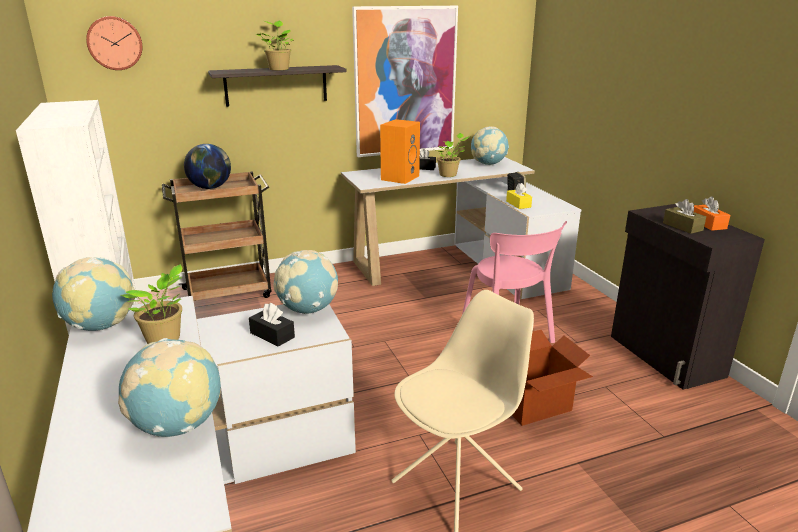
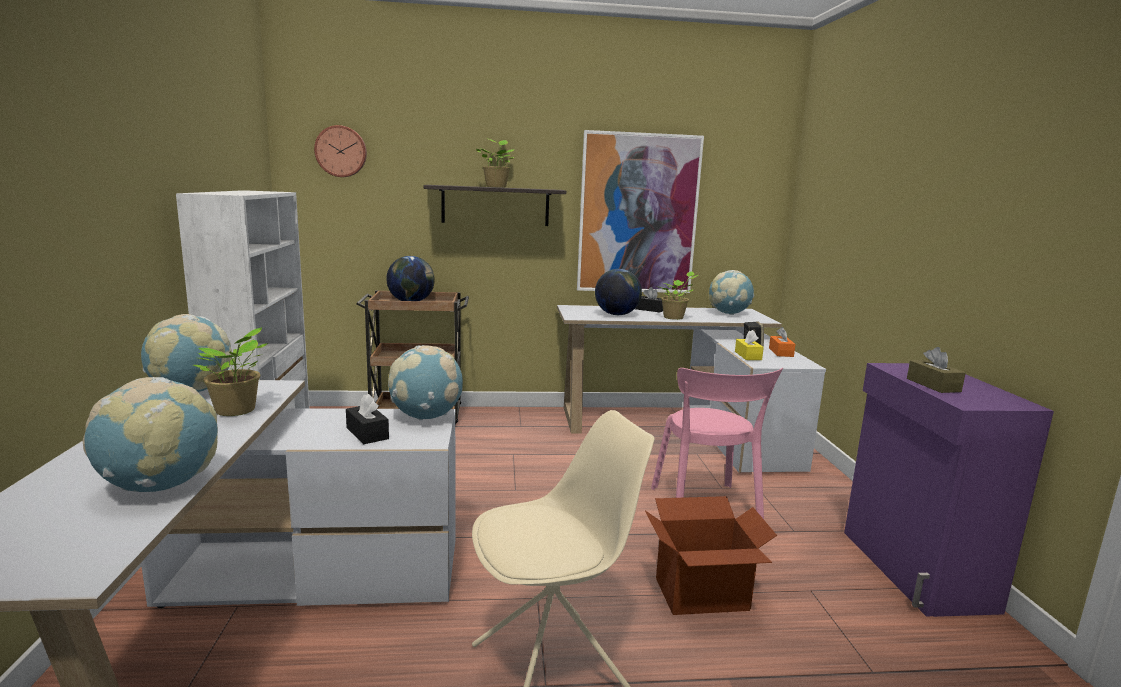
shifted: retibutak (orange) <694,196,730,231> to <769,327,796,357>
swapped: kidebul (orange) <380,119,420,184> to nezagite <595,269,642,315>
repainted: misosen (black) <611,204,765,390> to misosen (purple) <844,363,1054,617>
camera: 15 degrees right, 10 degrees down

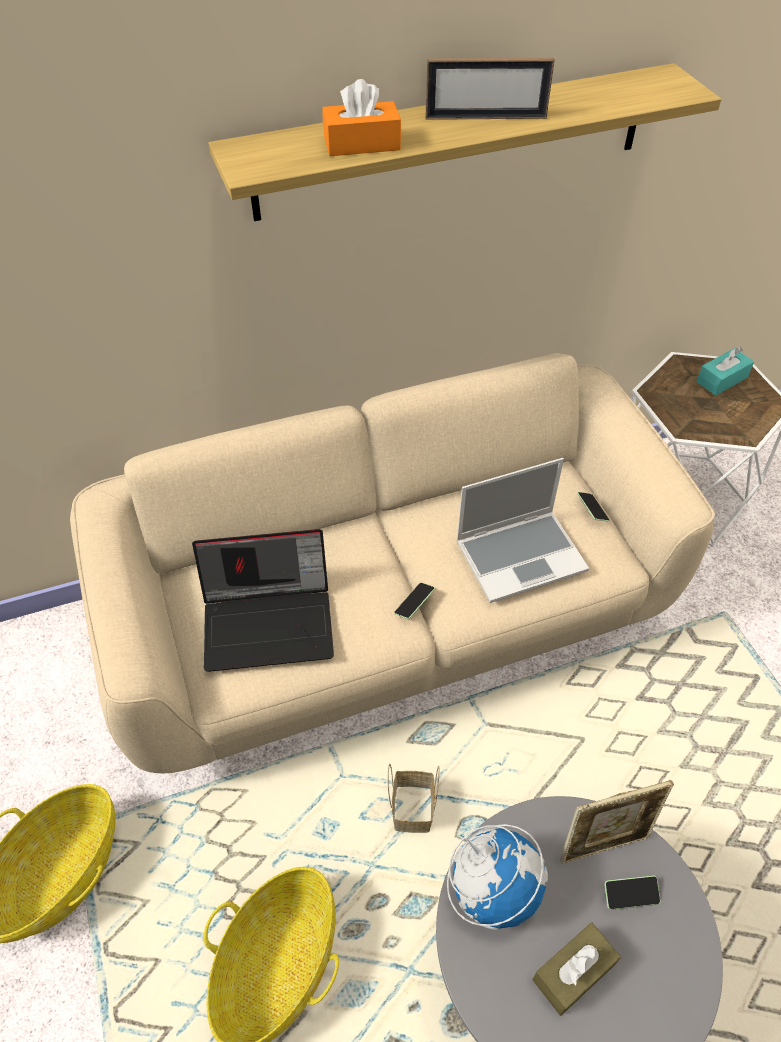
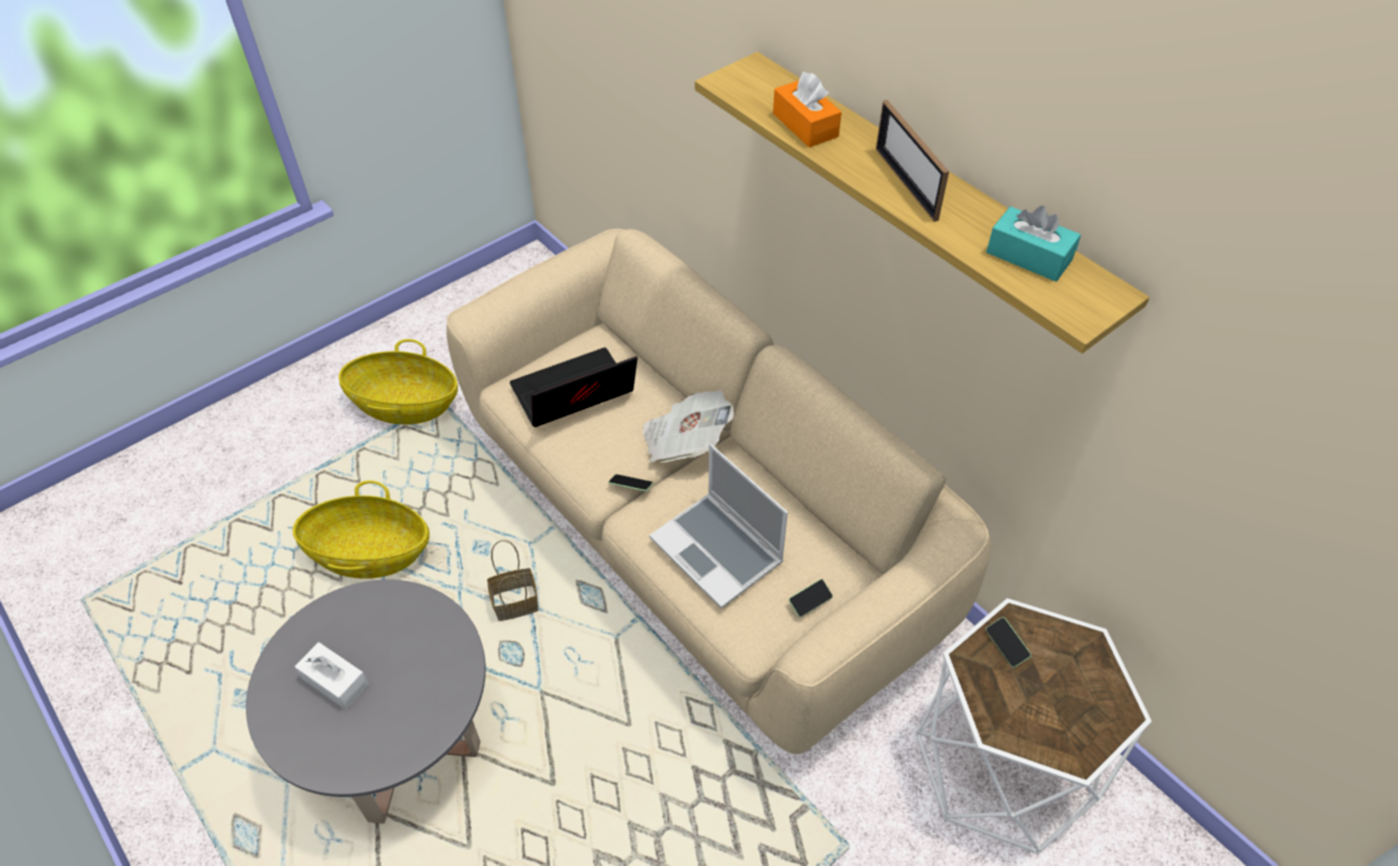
gone: nezagite <447,824,548,930>; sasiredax <560,780,674,864>
new: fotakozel <642,390,734,463>
shifted: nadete <605,875,661,910> to <985,617,1031,668>; retibutak (turquoise) <696,347,754,396> to <986,206,1081,282>
repainted: retibutak (brown) <533,922,621,1016> to retibutak (white) <295,642,369,709>
rotated: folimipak <192,529,334,672> = <510,347,638,427> 90 degrees clockwise
camera: 70 degrees right, 0 degrees up

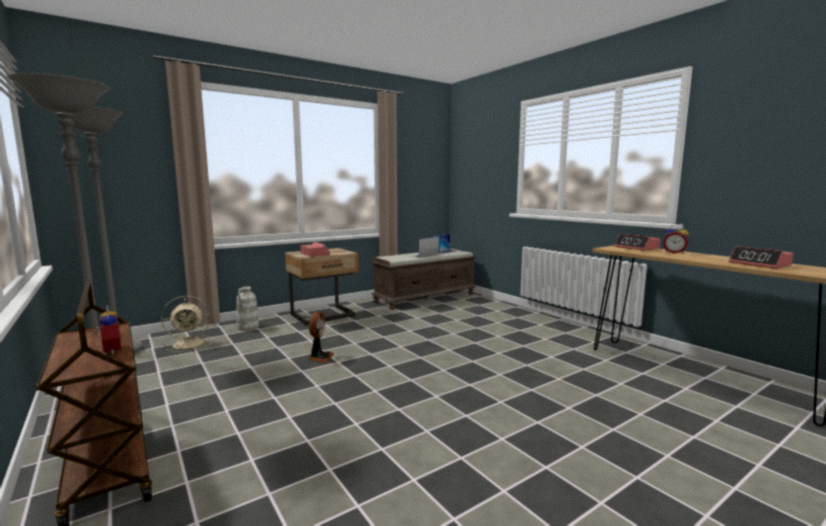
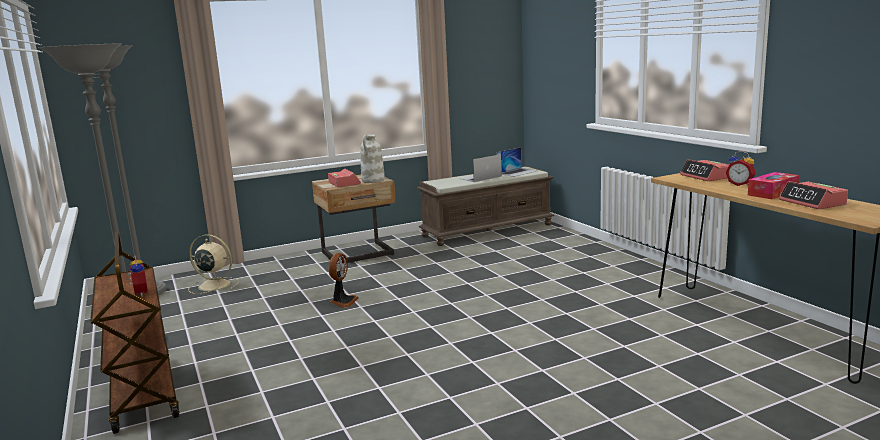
new: retibutak <748,172,799,199>
shifted: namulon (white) <236,287,259,330> to <360,135,385,183>
rotated: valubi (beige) <161,296,213,352> = <188,234,239,294> 150 degrees counterclockwise
camera: 10 degrees right, 5 degrees up

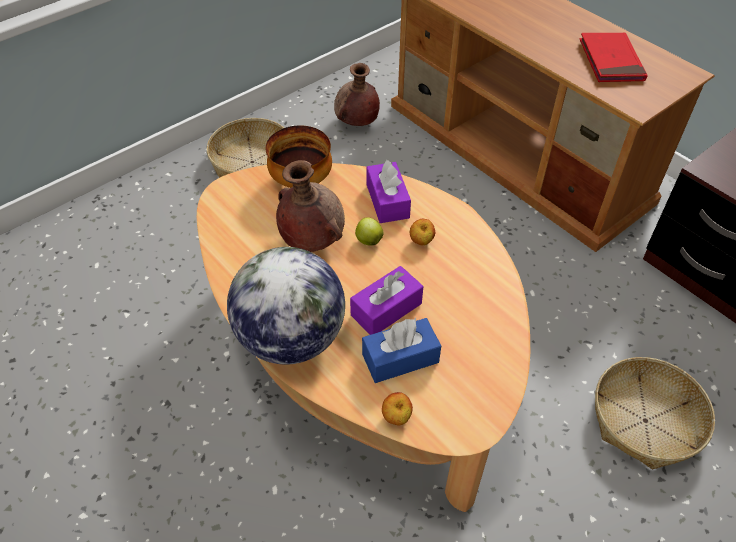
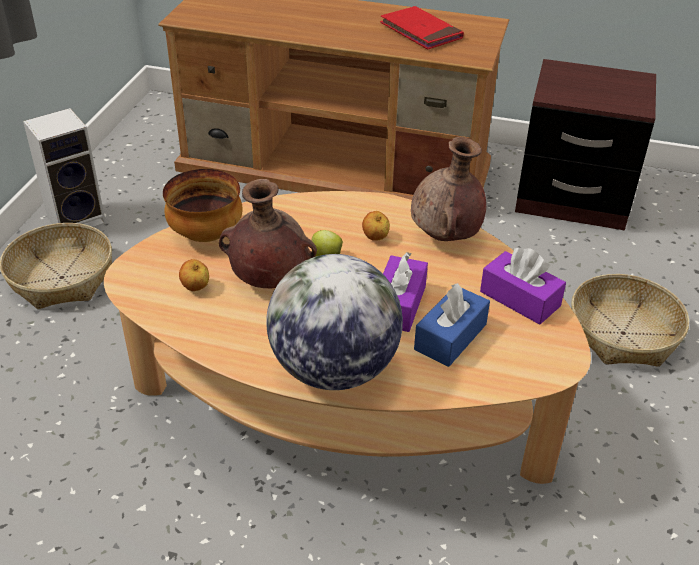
new: kidebul <23,108,106,228>
shifted: namulon (brown) <334,63,380,126> to <411,137,486,241>; retibutak (purple) <366,160,411,223> to <480,248,566,325>; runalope <382,392,413,425> to <179,259,209,291>
camera: 35 degrees left, 10 degrees down

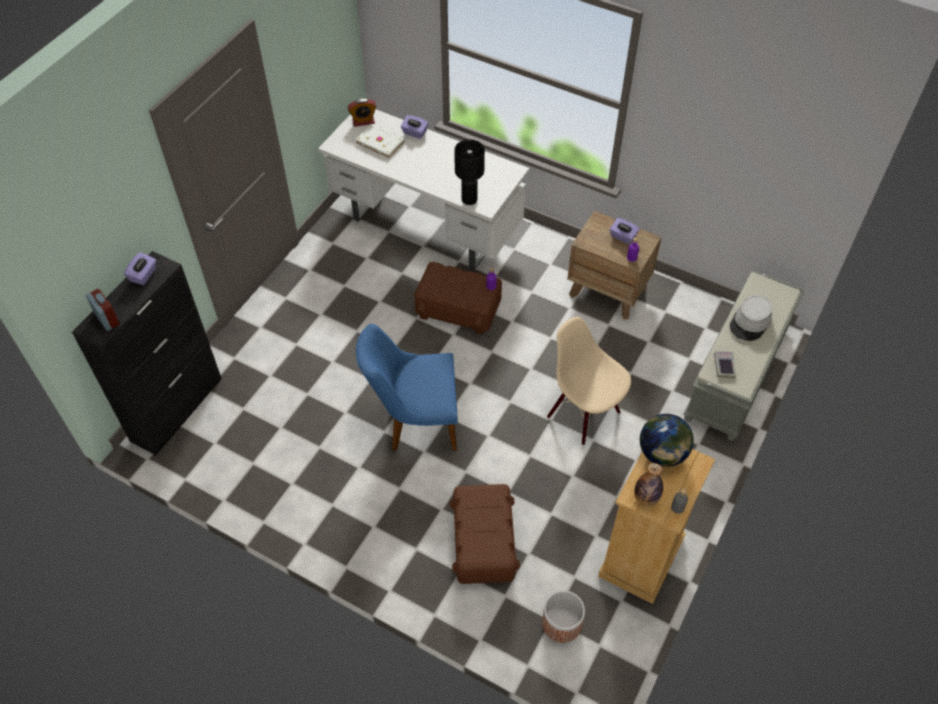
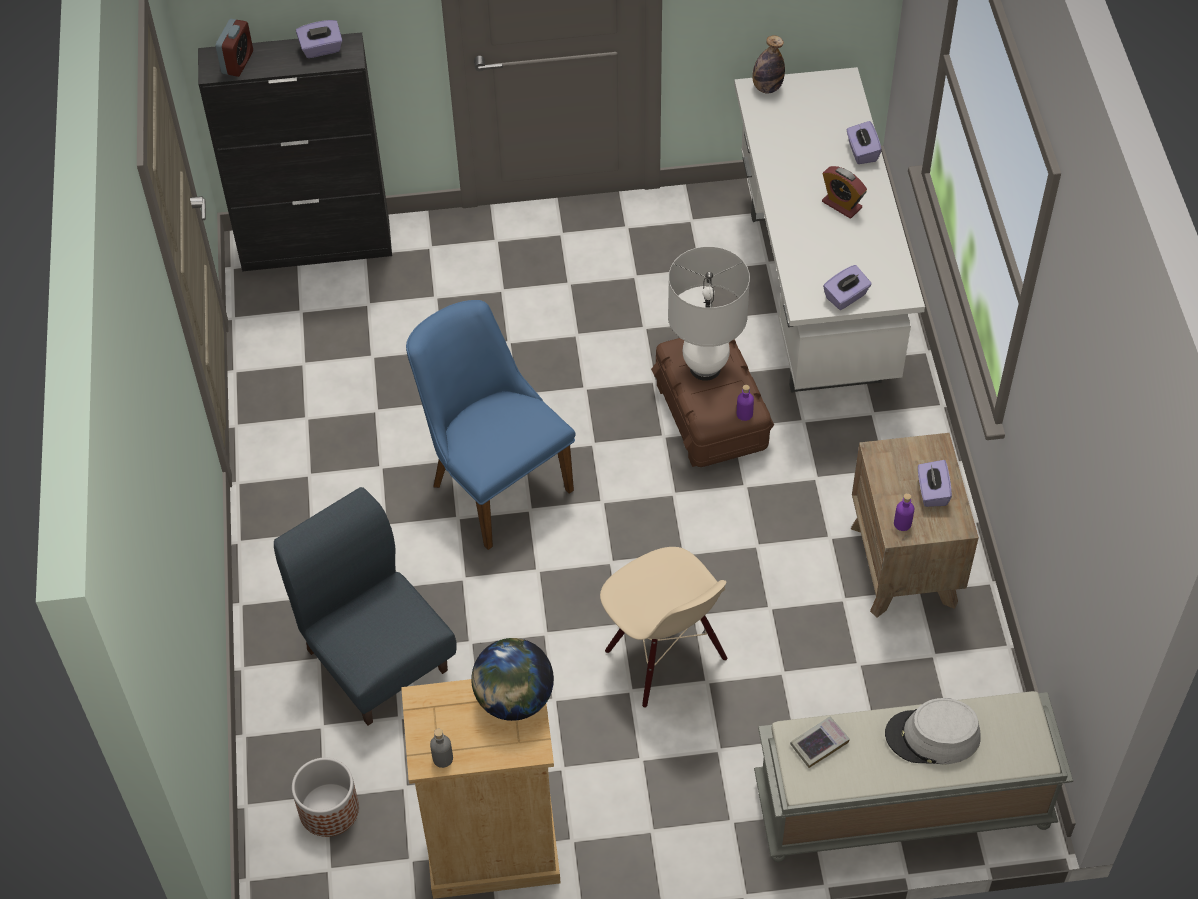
gone: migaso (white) <355,124,405,159>; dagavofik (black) <454,139,485,205>
new: dagavofik (white) <668,246,750,381>; retibutak (purple) <823,265,872,310>
shifted: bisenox <348,99,376,127> to <822,166,867,219>; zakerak <634,463,663,506> to <752,35,785,94>
swapped: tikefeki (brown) <449,484,520,584> to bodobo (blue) <274,487,457,725>
rotated: bodobo (beige) <547,317,631,445> = <600,547,728,708> 135 degrees clockwise
camera: 55 degrees right, 0 degrees up

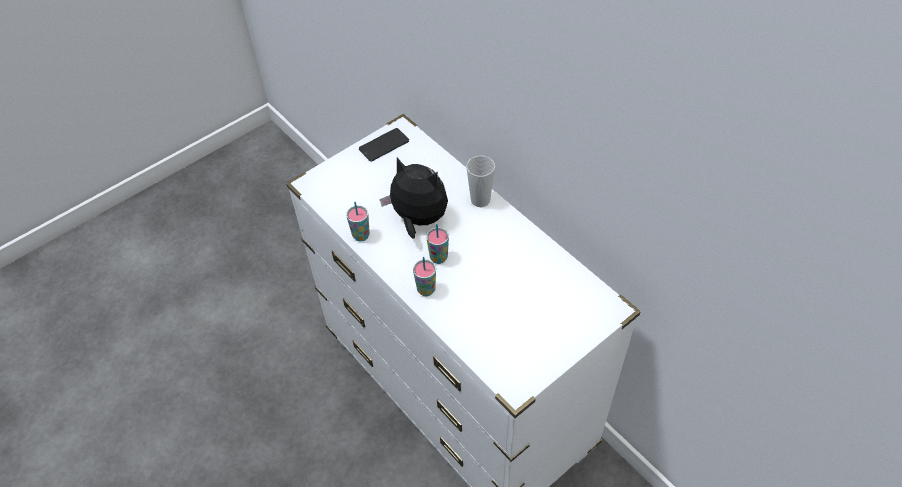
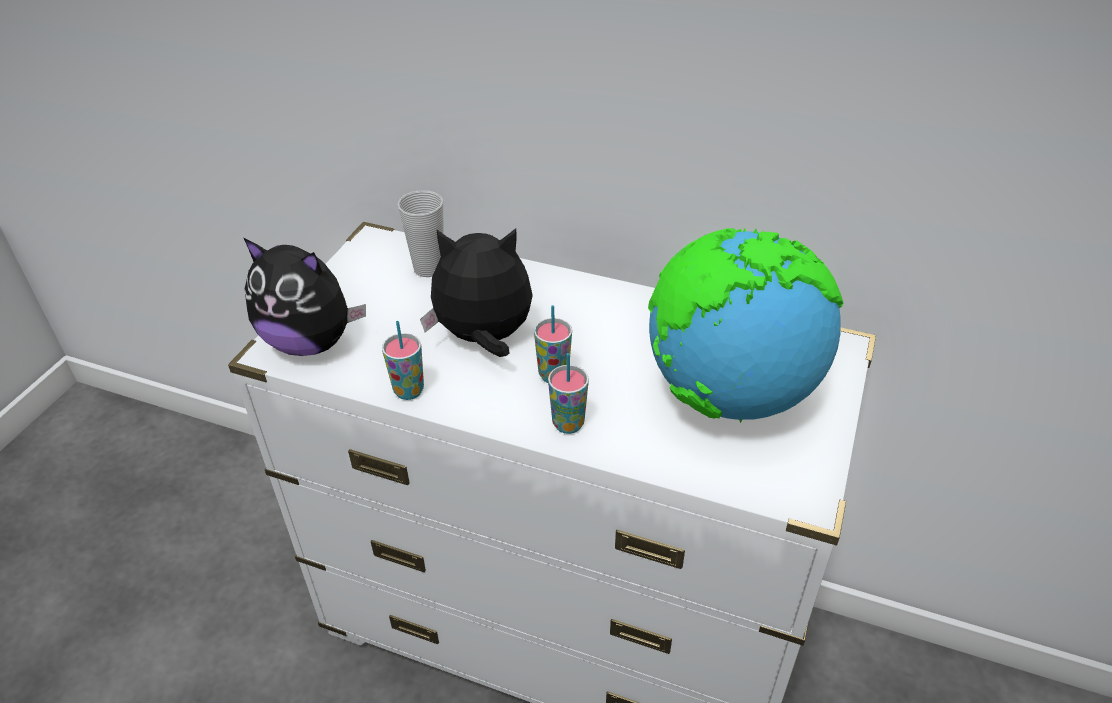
gone: nadete <359,128,409,162>
new: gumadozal <244,238,366,356>; nezagite <648,228,844,423>
shifted: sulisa <466,155,495,207> to <398,190,444,277>
camera: 30 degrees left, 10 degrees down

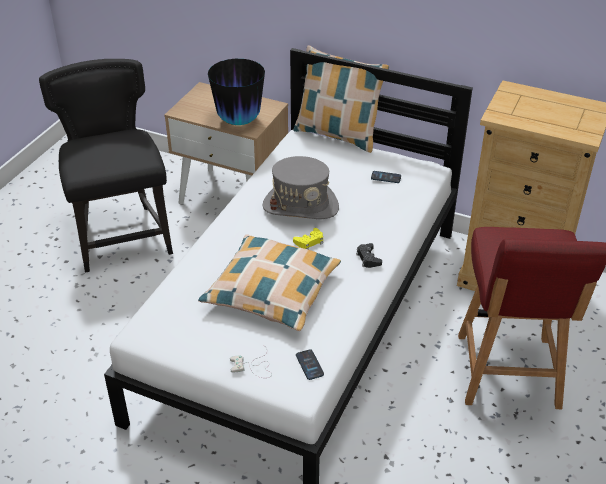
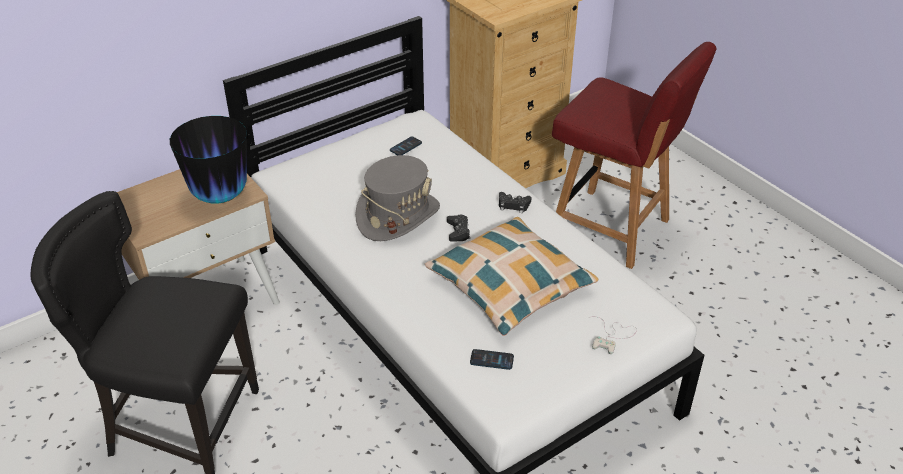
gone: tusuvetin <293,45,389,153>
shifted: nadete <296,349,324,380> to <470,349,514,370>
repainted: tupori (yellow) <293,228,323,250> to tupori (black) <447,215,470,242>
camera: 60 degrees left, 0 degrees up

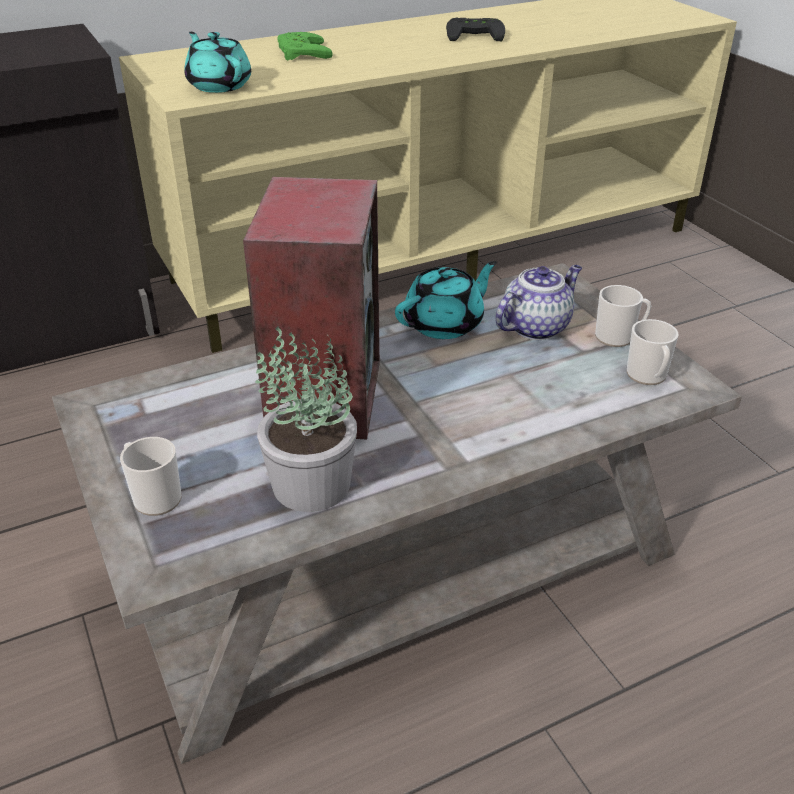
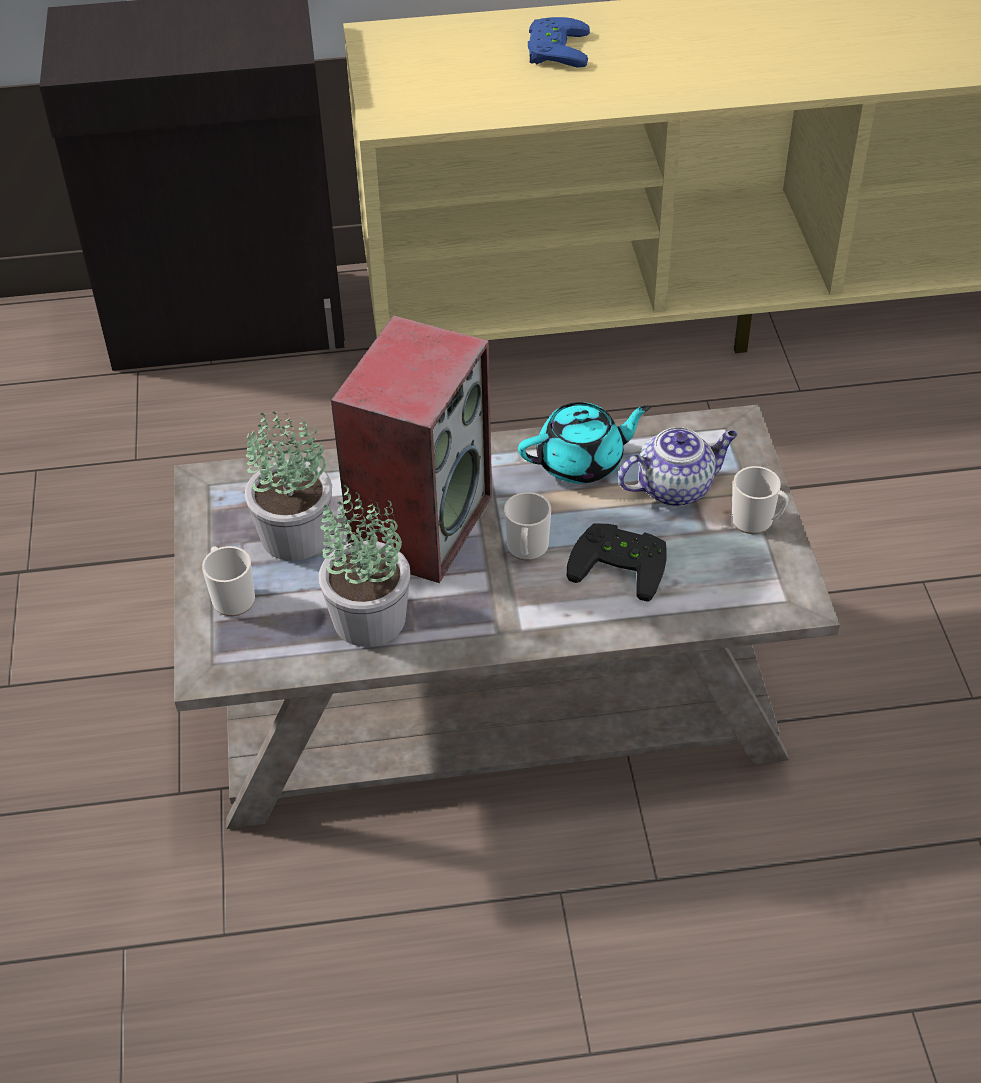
gone: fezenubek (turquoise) <184,32,251,93>
new: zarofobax <245,412,332,561>
shifted: tupori (black) <446,18,505,41> to <567,523,667,602>; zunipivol <627,319,678,385> to <504,492,551,561>
repainted: tupori (green) <277,32,333,61> to tupori (blue) <528,17,590,68>
camera: 20 degrees right, 10 degrees up

